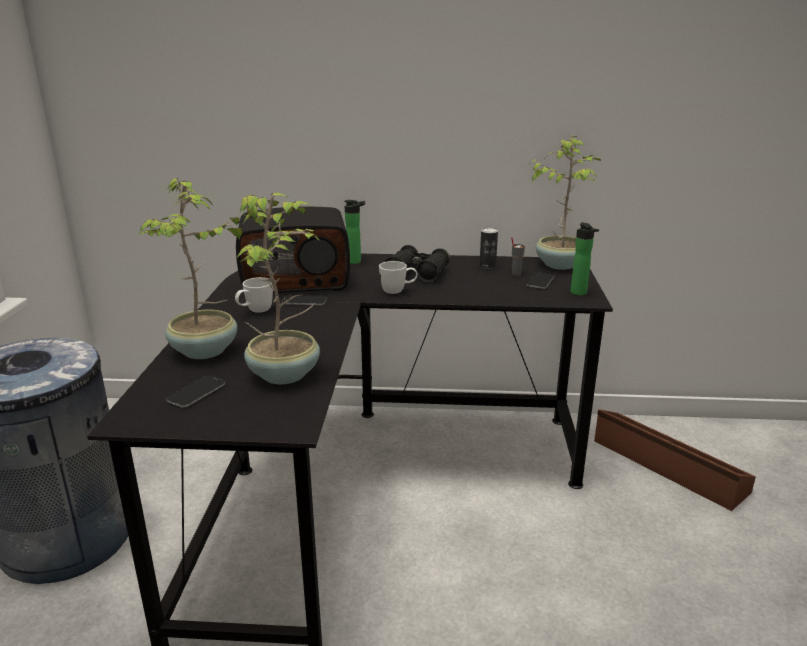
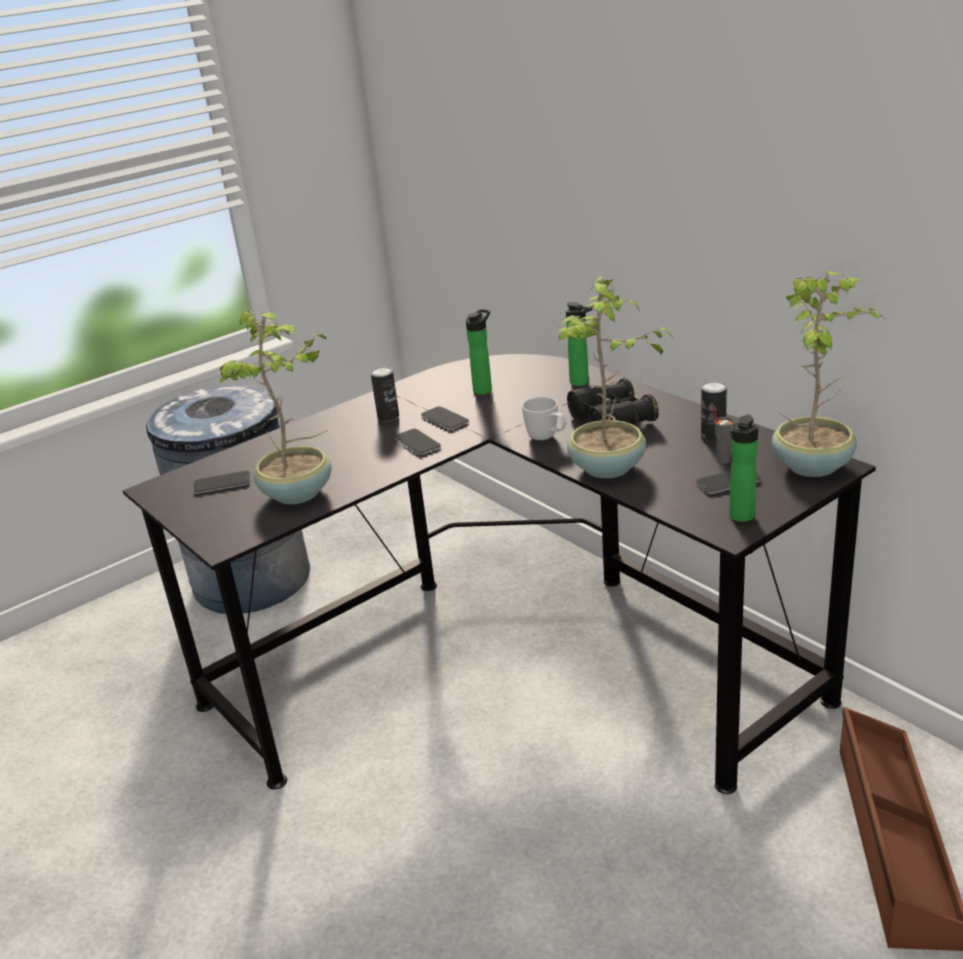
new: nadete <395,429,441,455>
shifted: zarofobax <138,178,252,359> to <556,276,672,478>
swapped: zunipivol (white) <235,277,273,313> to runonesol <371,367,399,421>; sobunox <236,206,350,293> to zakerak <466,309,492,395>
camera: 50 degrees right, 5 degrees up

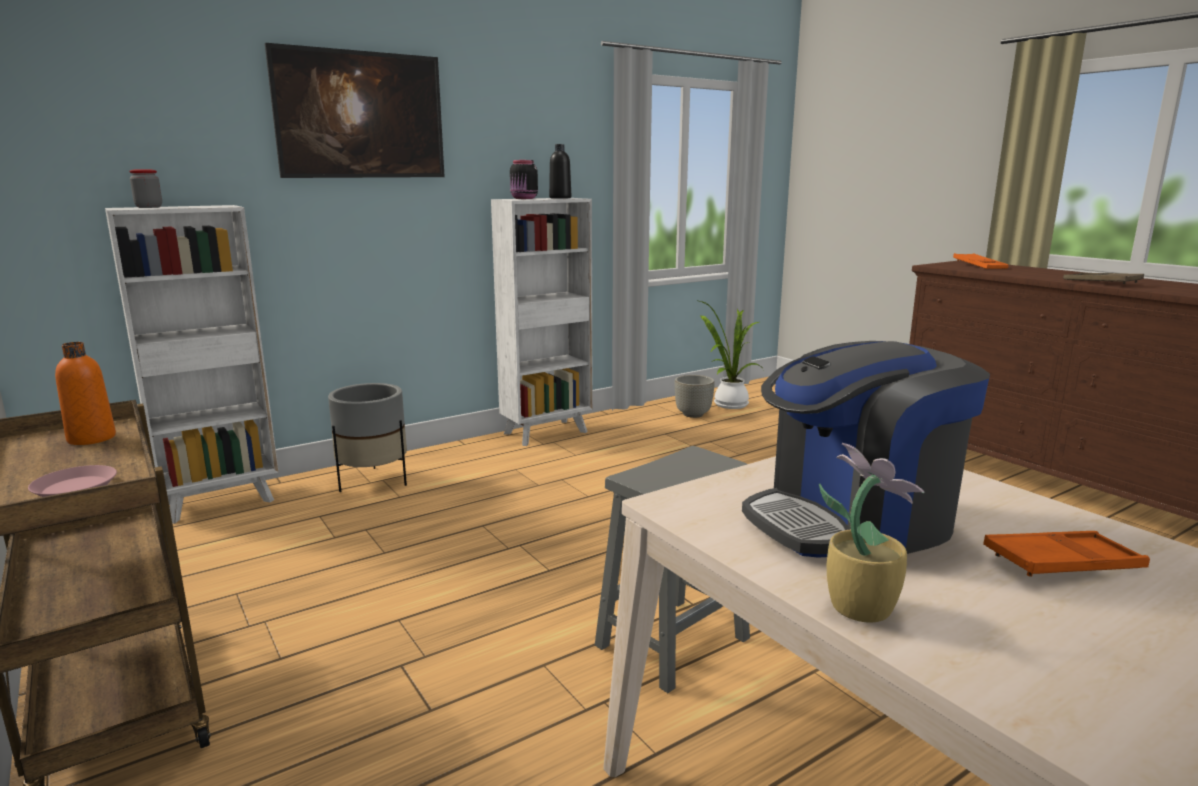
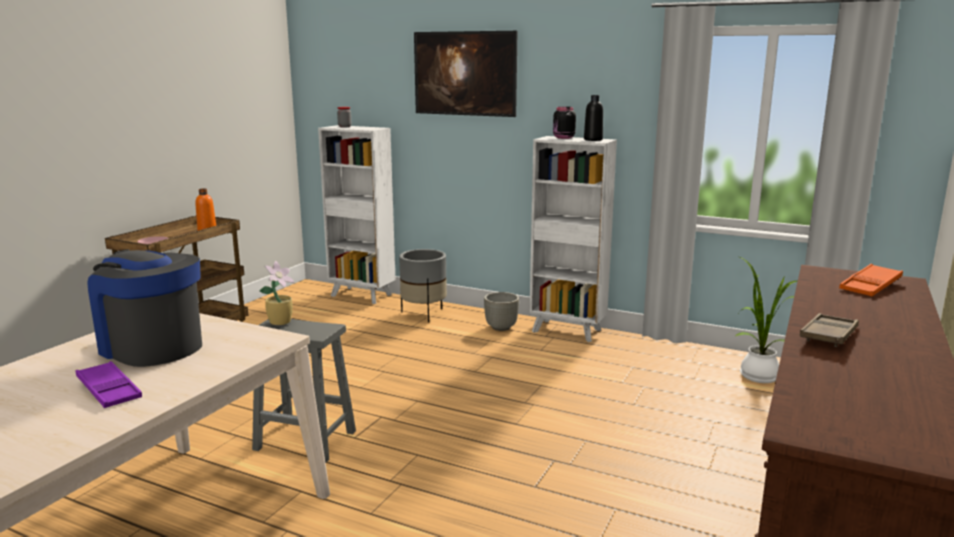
shifted: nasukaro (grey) <675,375,715,418> to <484,292,519,331>; zarofobax <819,443,924,623> to <259,261,294,325>
repainted: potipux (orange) <983,531,1150,577> to potipux (purple) <76,361,142,408>
camera: 60 degrees right, 0 degrees up

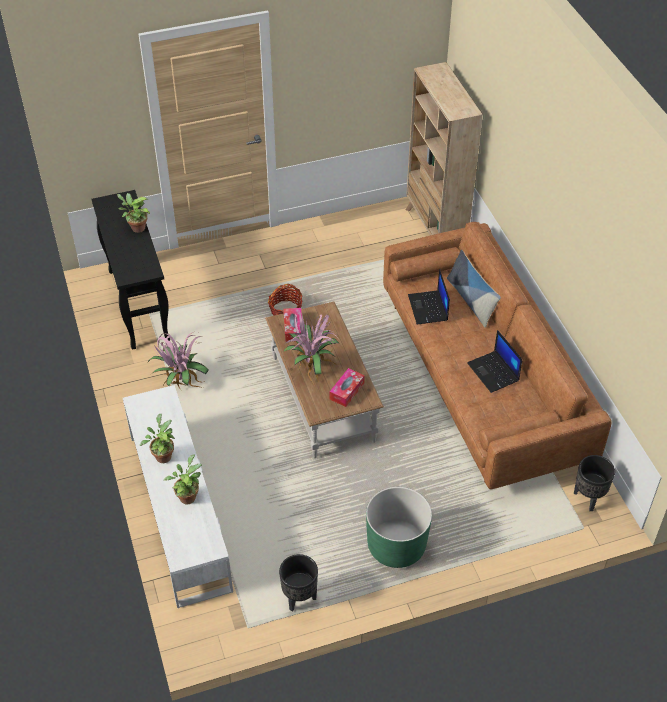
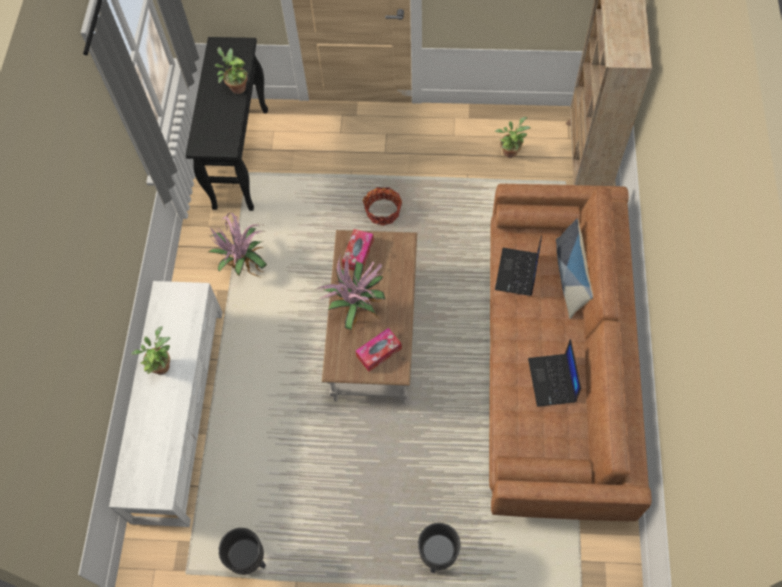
gone: nasukaro (green) <366,487,432,568>
shifted: zarofobax <164,454,202,504> to <495,117,530,158>; nasukaro (black) <574,455,615,511> to <418,523,460,573>
camera: 25 degrees right, 15 degrees up

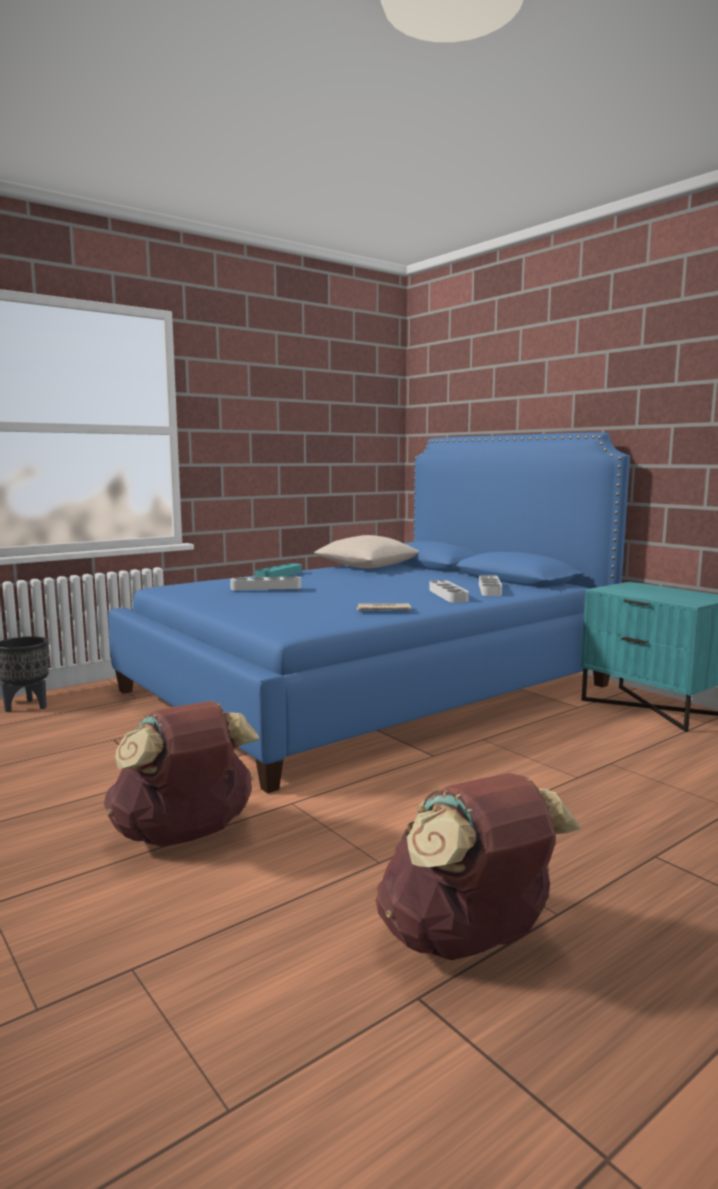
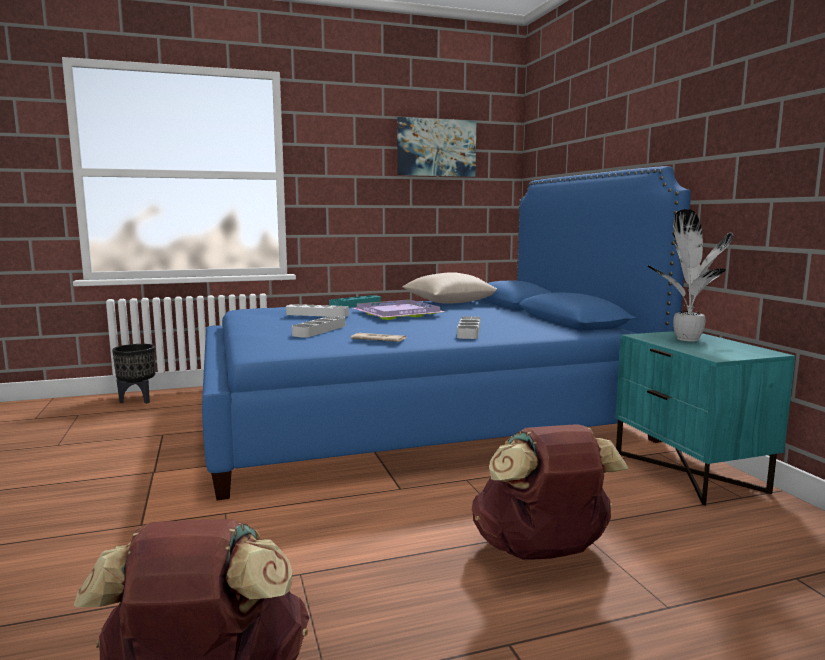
new: potipux (purple) <353,299,445,320>; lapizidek <397,117,476,177>; zarofobax <647,209,733,341>
shifted: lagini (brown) <104,701,260,847> to <472,424,629,559>; potipux (grey) <479,575,502,596> to <292,316,345,338>
camera: 20 degrees right, 0 degrees up

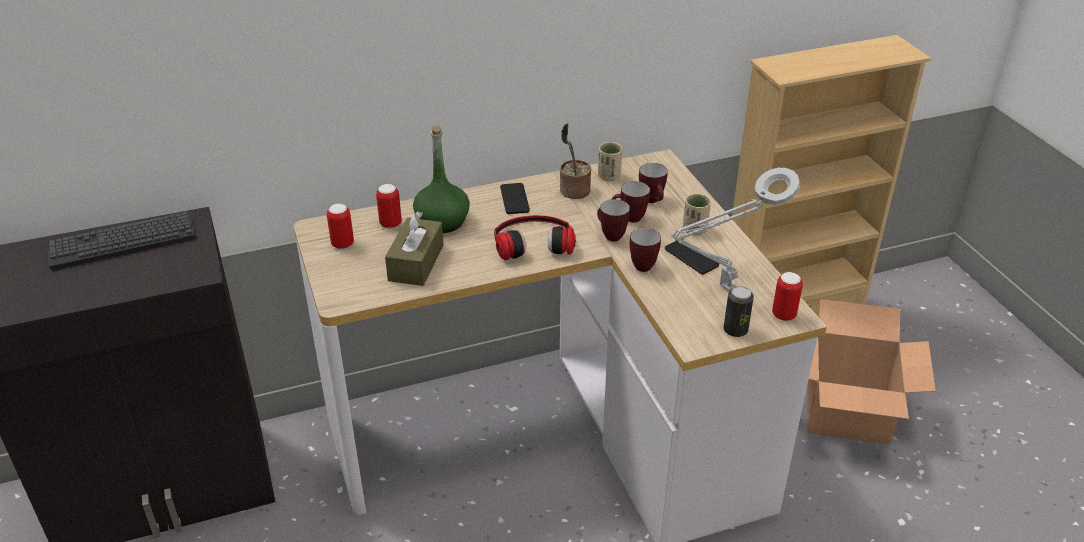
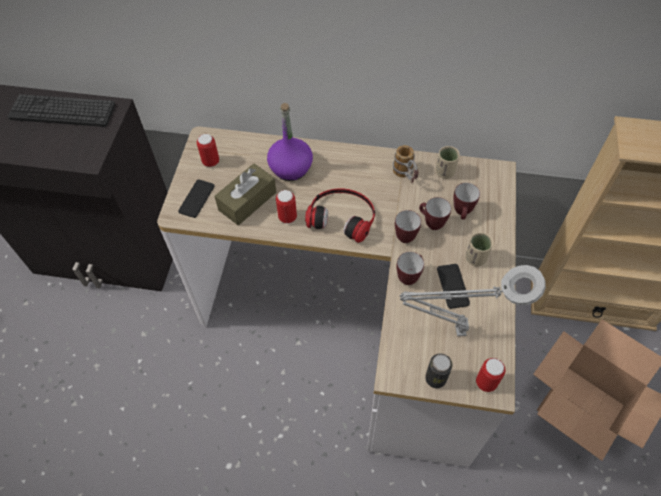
shifted: runonesol <376,184,402,229> to <276,190,297,224>; nadete <500,183,530,214> to <178,179,214,218>
swapped: zarofobax <560,123,591,199> to zunipivol <393,145,419,184>
repainted: zakerak (green) <413,126,470,233> to zakerak (purple) <267,103,313,181>
camera: 30 degrees right, 20 degrees up

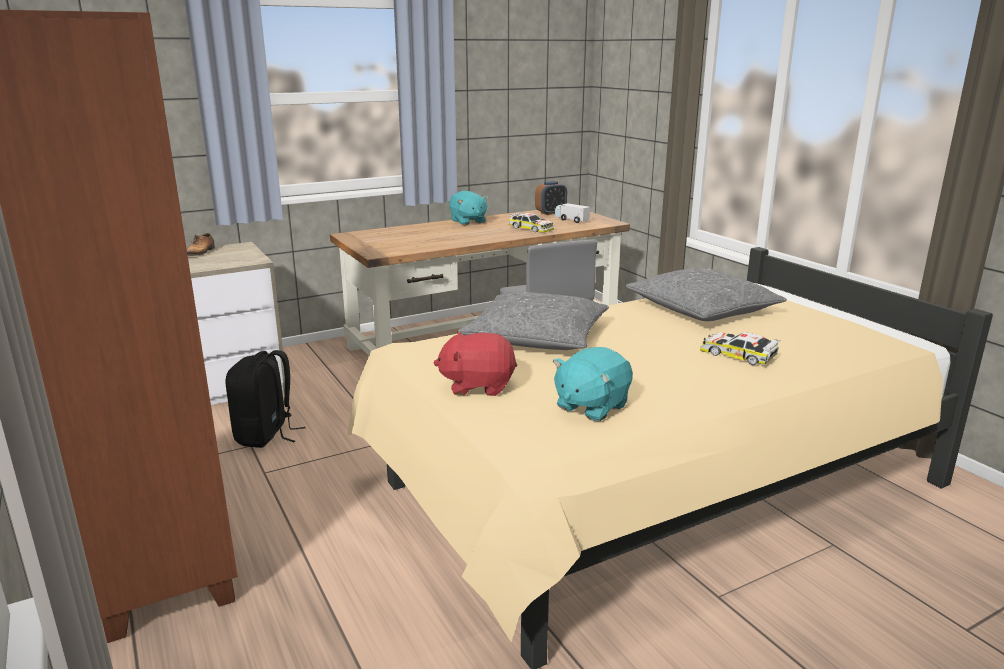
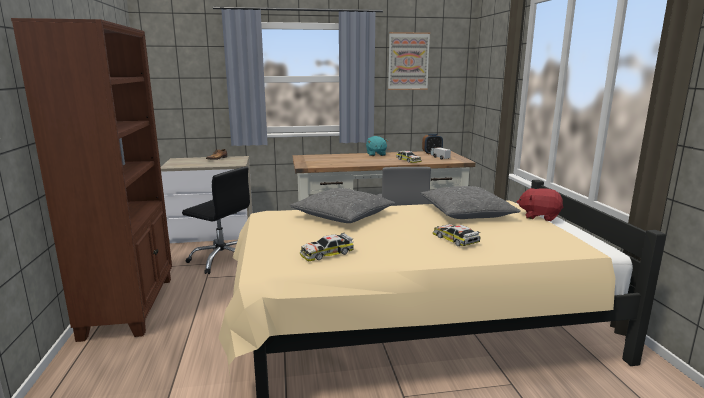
new: lapizidek <388,32,430,90>
shifted: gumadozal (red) <434,332,517,396> to <517,188,564,221>
swapped: lagini (black) <226,350,306,448> to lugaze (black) <182,167,250,274>; gumadozal (turquoise) <553,347,633,421> to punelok <300,233,354,261>
camera: 20 degrees right, 5 degrees down

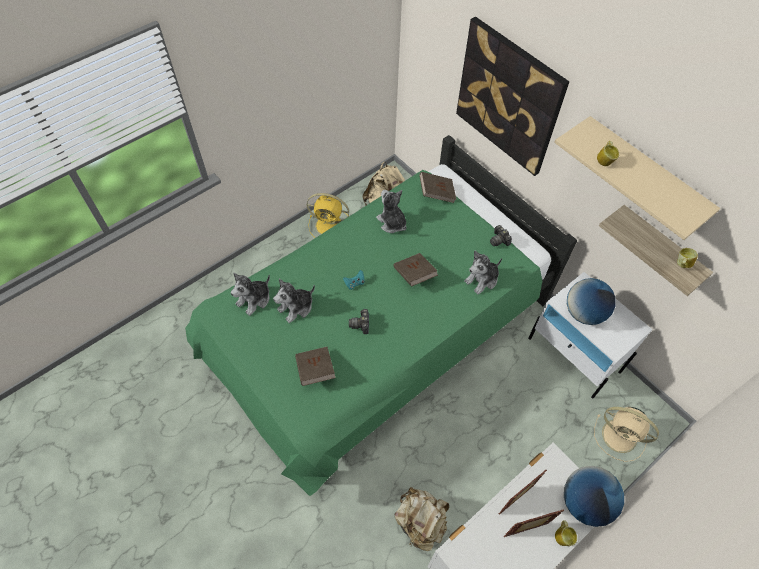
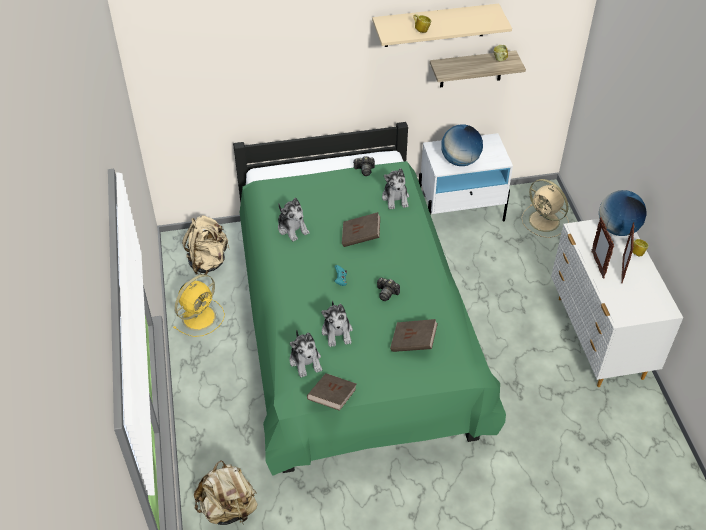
gone: lapizidek <456,16,569,176>
shifted: lagini (beige) <395,487,449,551> to <194,460,257,525>; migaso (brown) <419,172,457,203> to <307,373,357,411>
rotated: gumadozal <376,190,407,233> = <278,198,310,242> 120 degrees counterclockwise; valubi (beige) <594,407,659,462> = <521,179,569,238> 75 degrees clockwise
camera: 60 degrees left, 10 degrees down

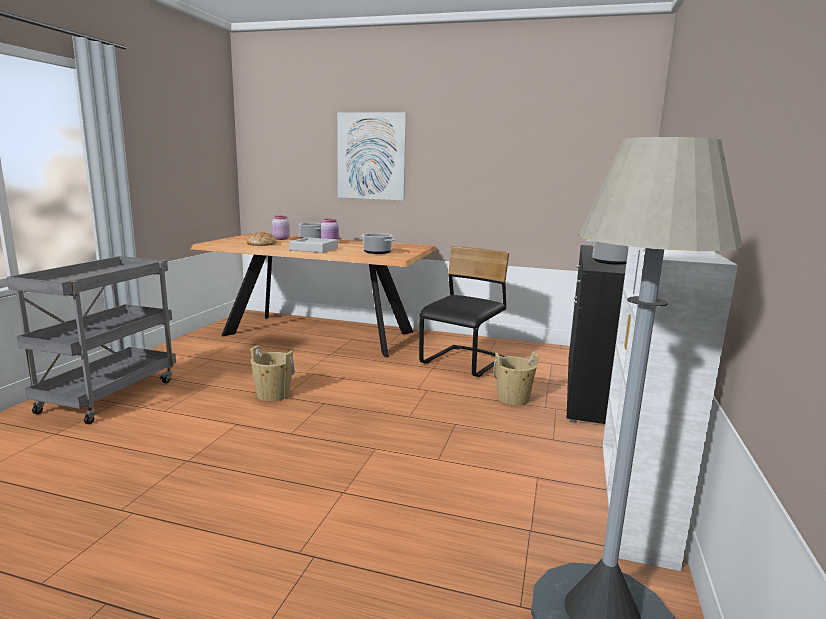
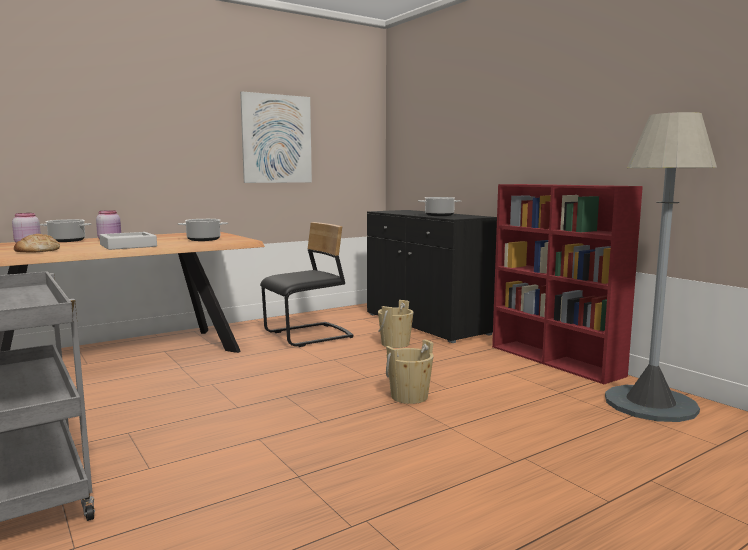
shifted: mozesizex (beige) <250,345,295,401> to <386,339,434,404>; lapizidek <337,112,406,201> to <240,91,312,183>
repainted: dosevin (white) <602,246,738,571> to dosevin (red) <492,184,643,384>
rotated: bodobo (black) <419,246,509,377> = <260,222,353,347> 75 degrees clockwise
camera: 50 degrees left, 5 degrees down

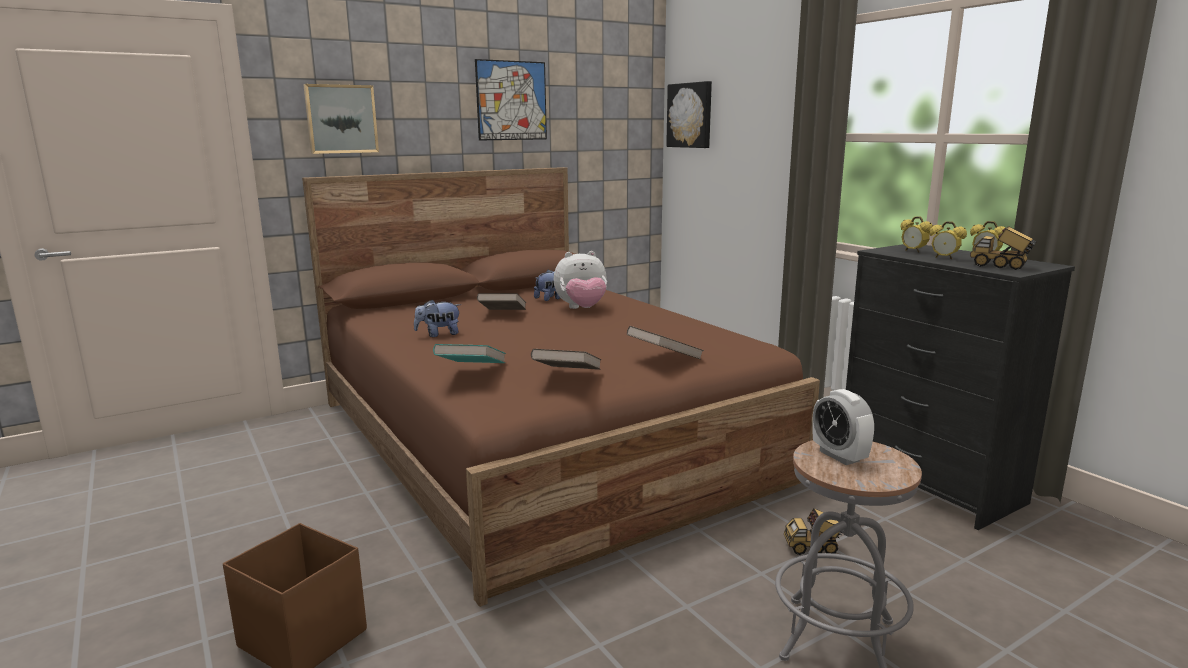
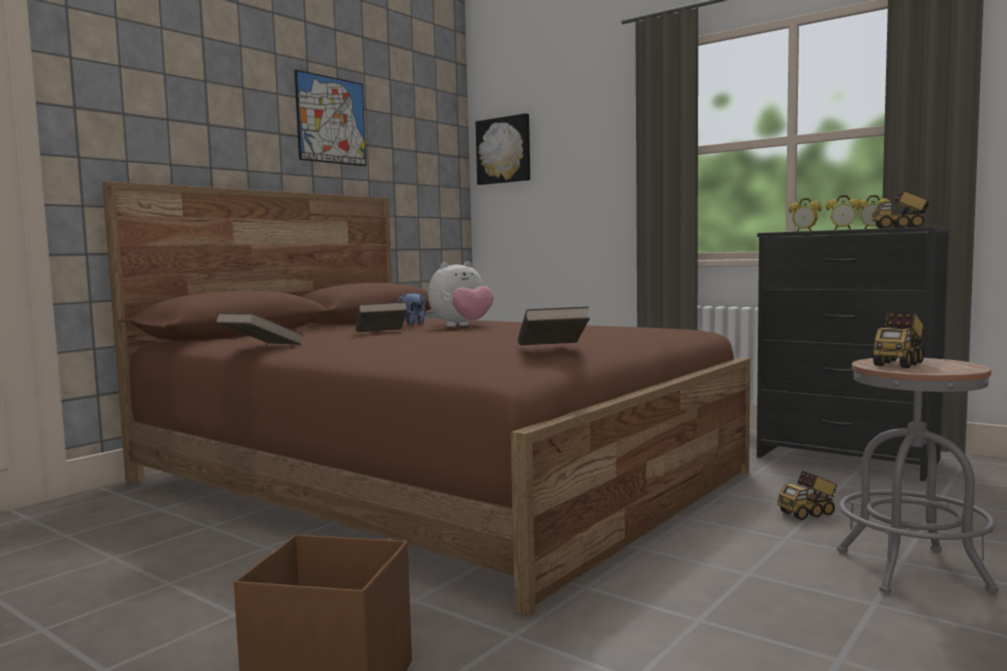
gone: lapizidek <303,84,379,154>; gumadozal <414,299,461,337>; migaso (turquoise) <433,344,506,363>
shifted: migaso (brown) <627,326,704,360> to <216,313,304,345>
swapped: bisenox <812,389,874,465> to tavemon <873,312,924,368>
camera: 20 degrees left, 10 degrees down

